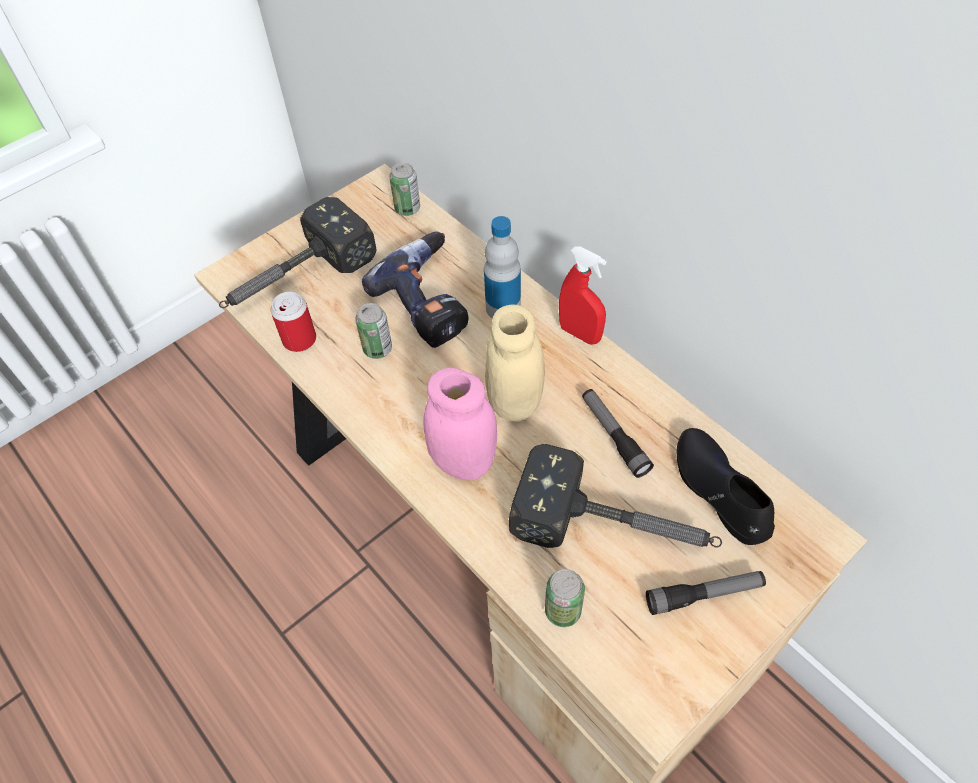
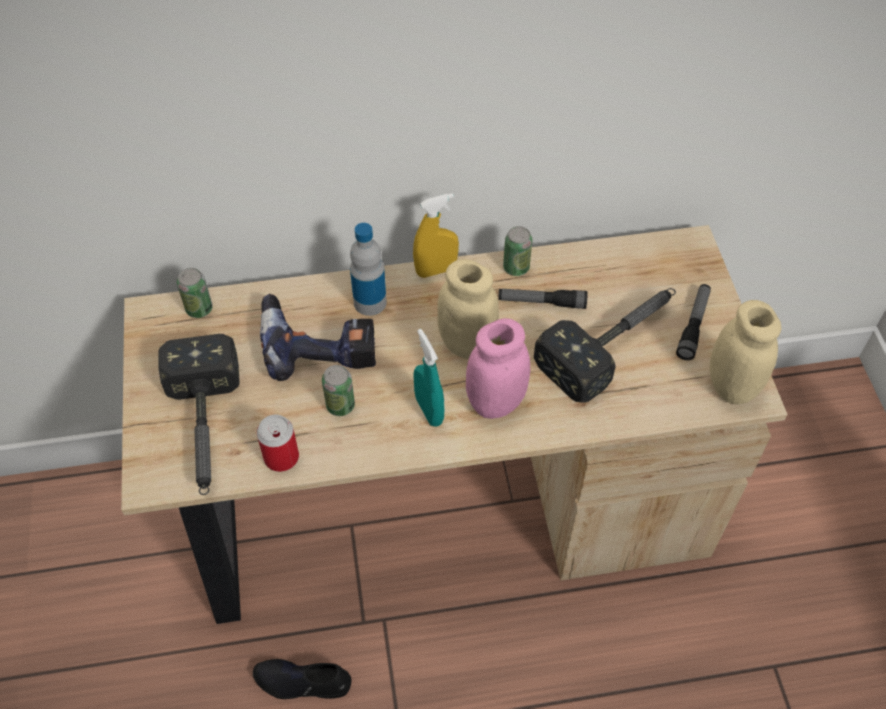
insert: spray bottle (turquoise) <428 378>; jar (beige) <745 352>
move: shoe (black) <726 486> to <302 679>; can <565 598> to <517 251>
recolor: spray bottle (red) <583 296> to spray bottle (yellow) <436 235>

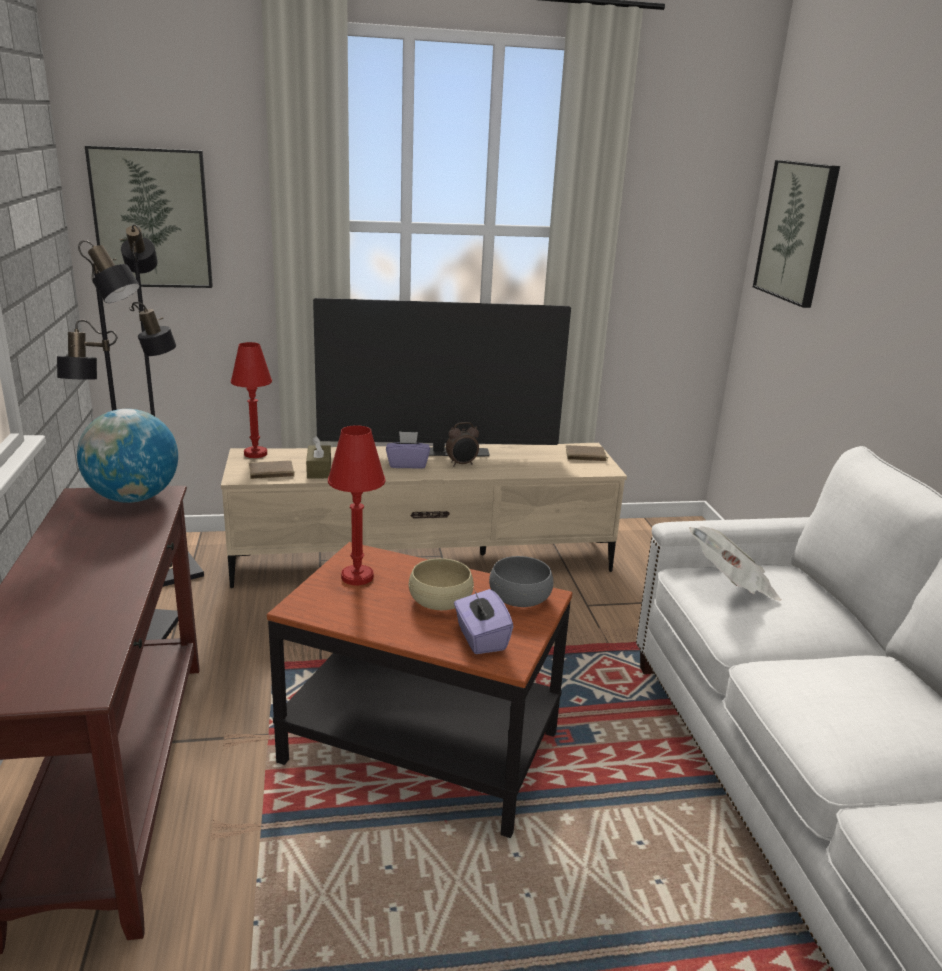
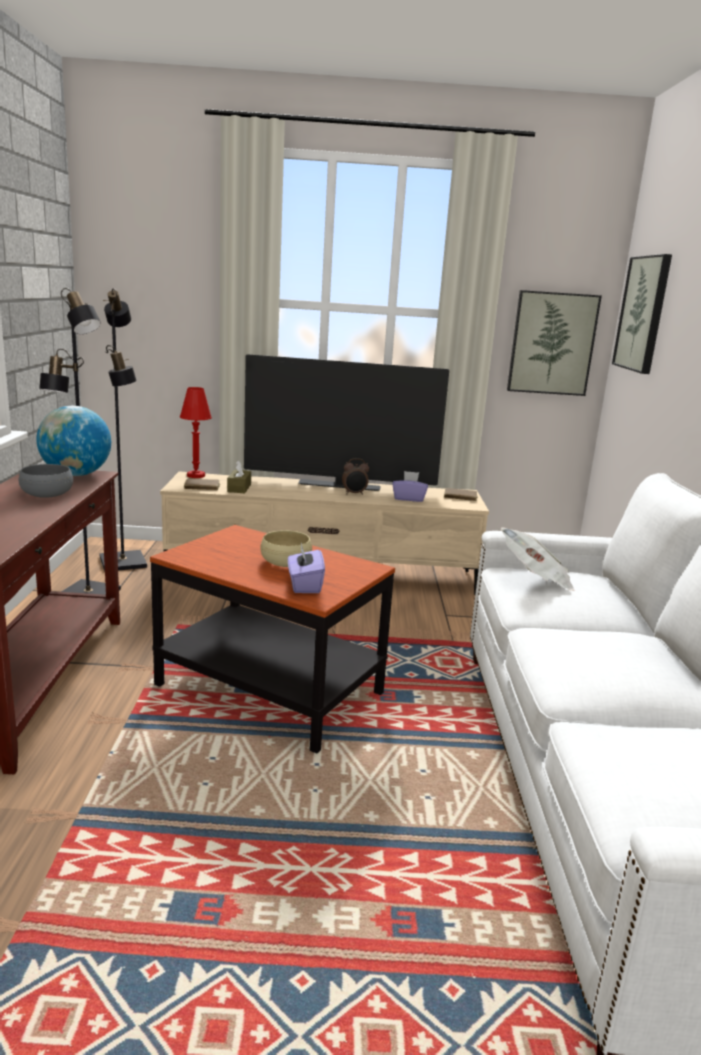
delete: table lamp (red) <357 505>
move: bowl (grey) <521 581> to <46 481>; tissue box (purple) <408 450> to <410 486>; picture <149 217> to <554 343>

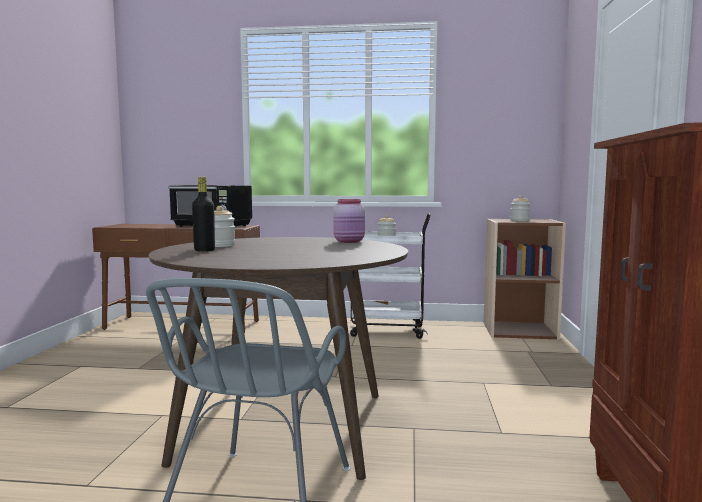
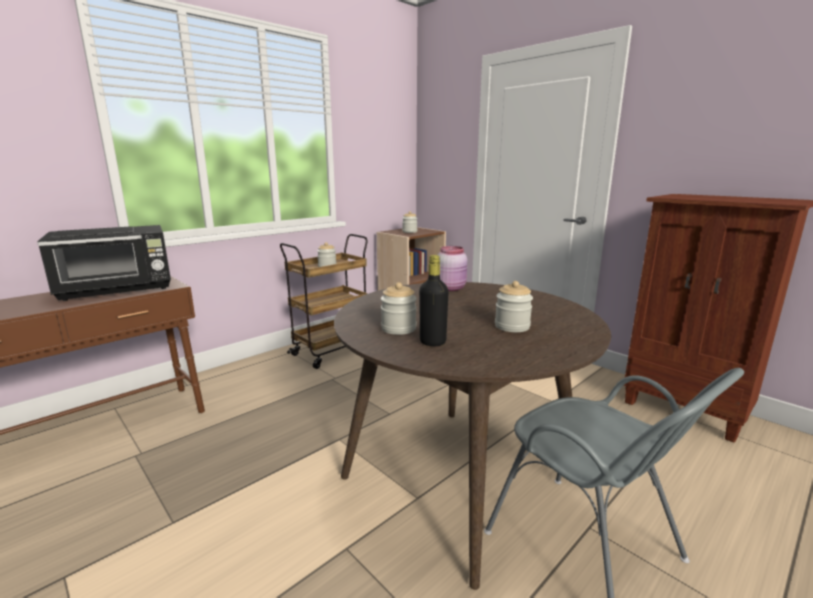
insert: jar <514 306>
recolor: cart (white) <390 276> to cart (brown) <324 301>

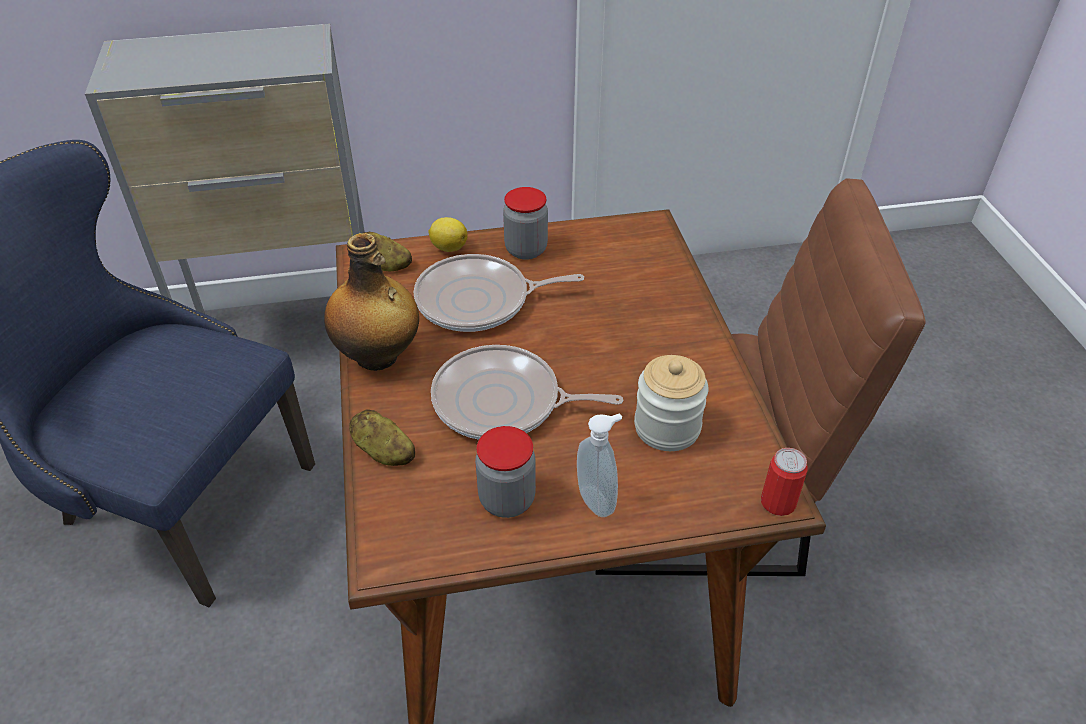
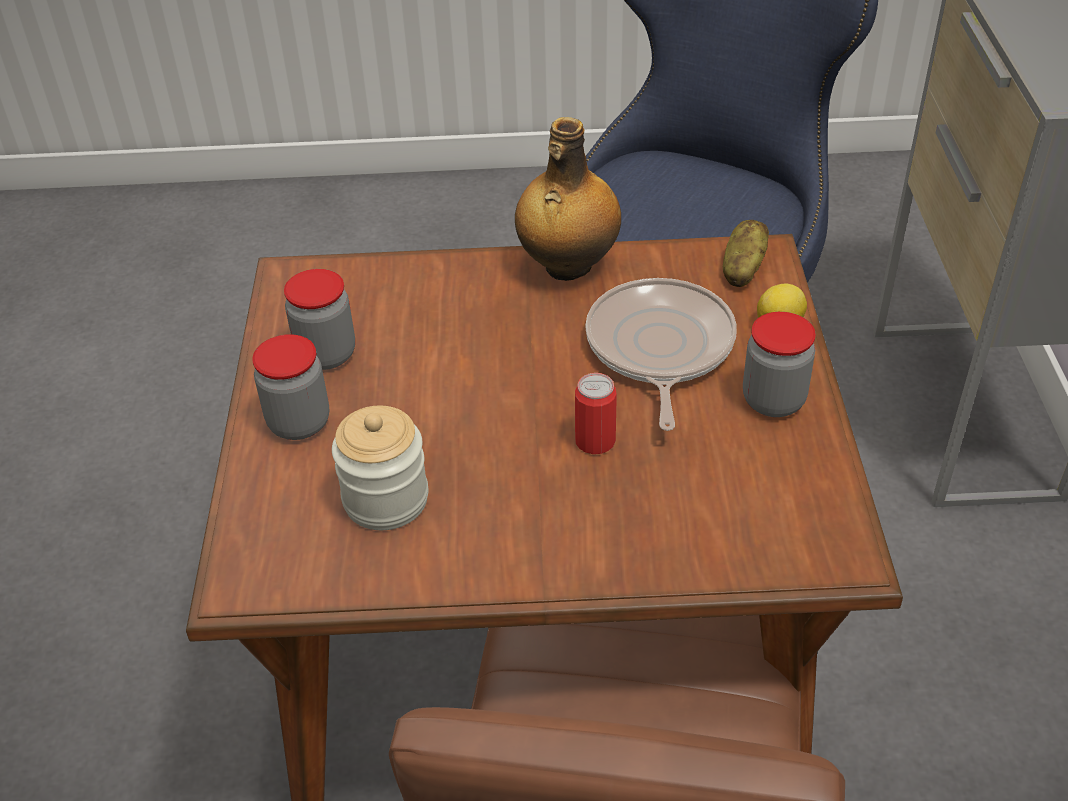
delete: potato <382 437>; frying pan <527 392>
move: can <784 482> to <596 413>
replace: soap dispenser <599 465> to jar <290 387>

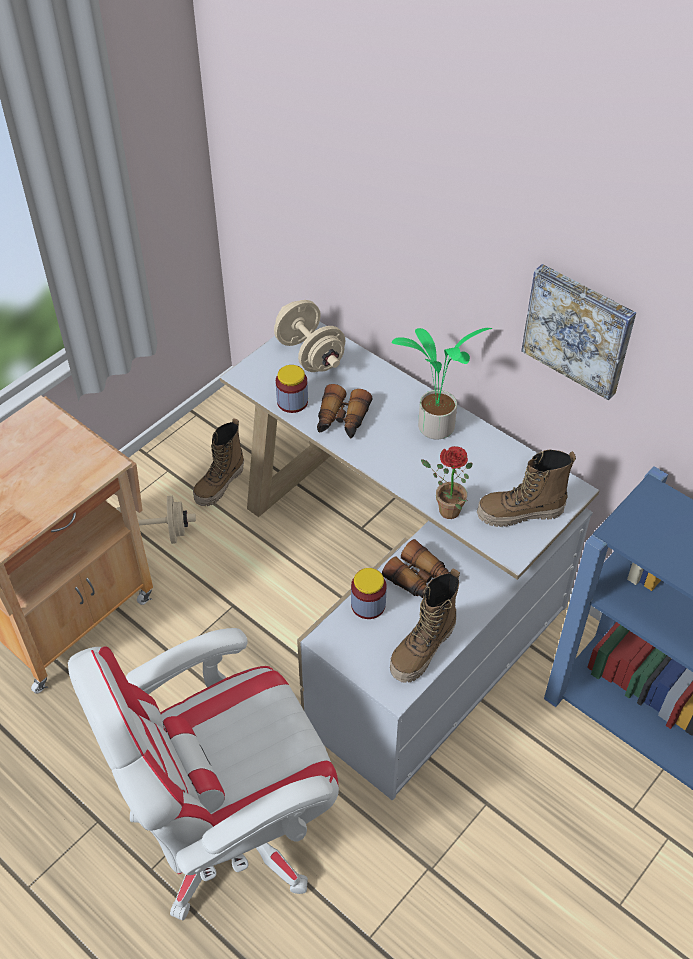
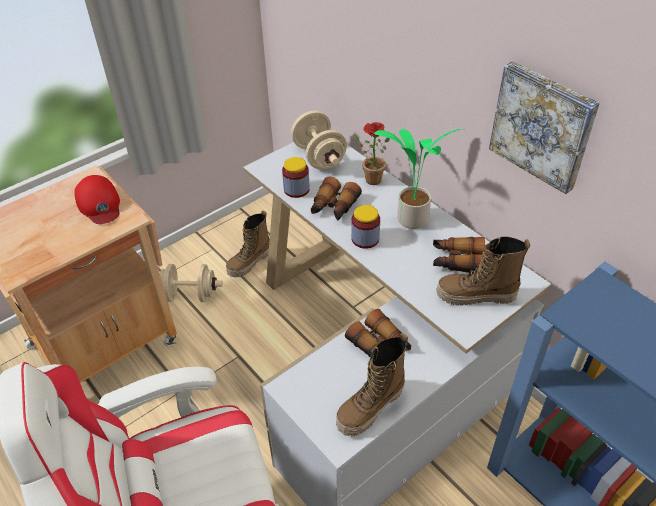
insert: cap (red) <97 199>; binoculars <459 255>
move: jar <369 593> to <365 227>; potted plant <446 482> to <371 153>

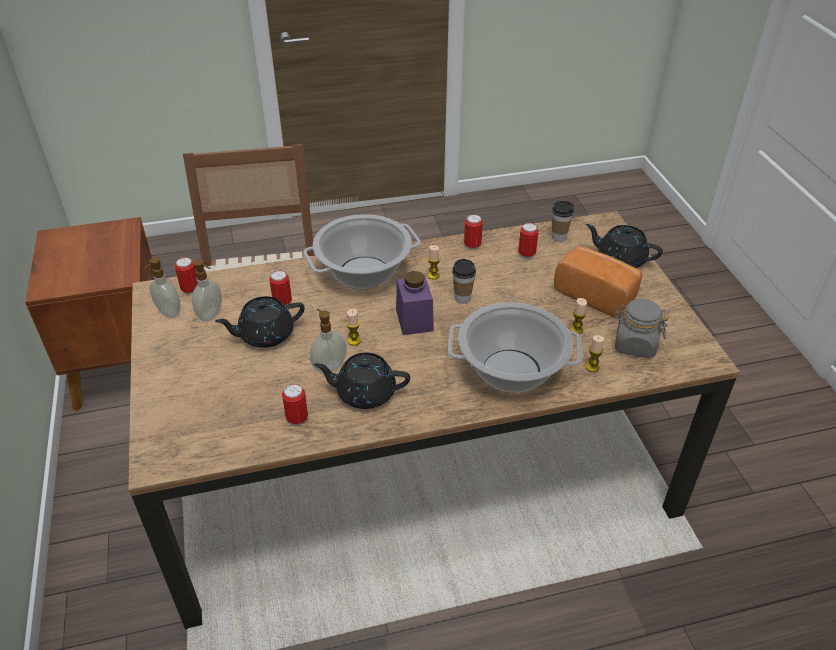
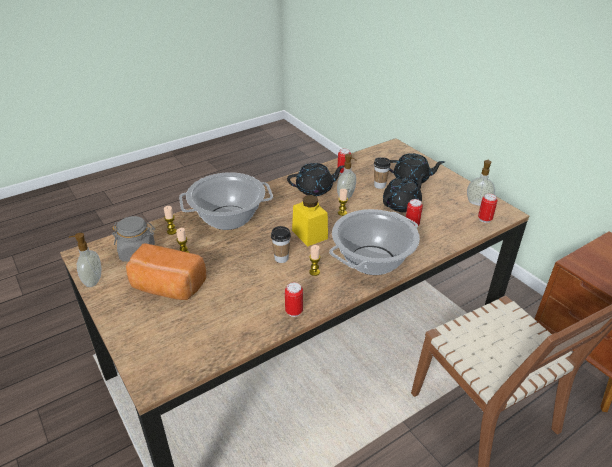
delete: can <528 241>
move: soap dispenser <207 290> to <85 260>; cup <563 221> to <382 173>; teapot (black) <624 246> to <417 168>
recolor: jar (purple) <415 303> to jar (yellow) <310 221>

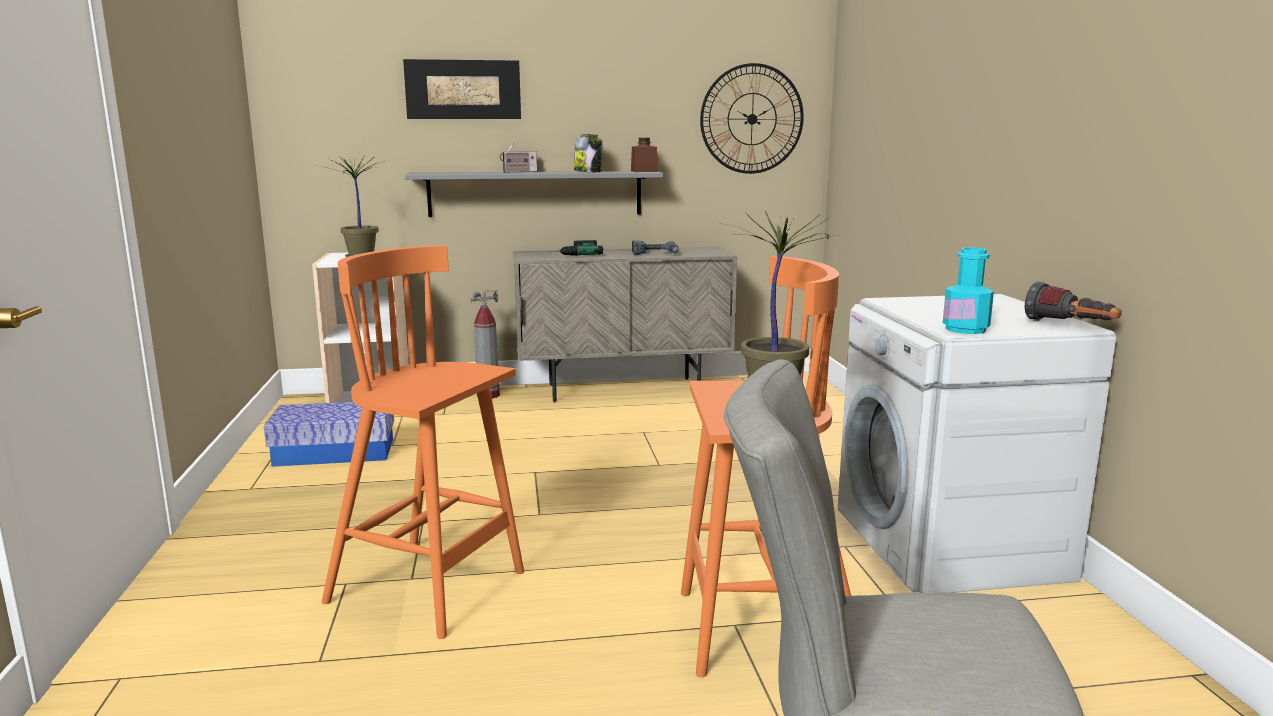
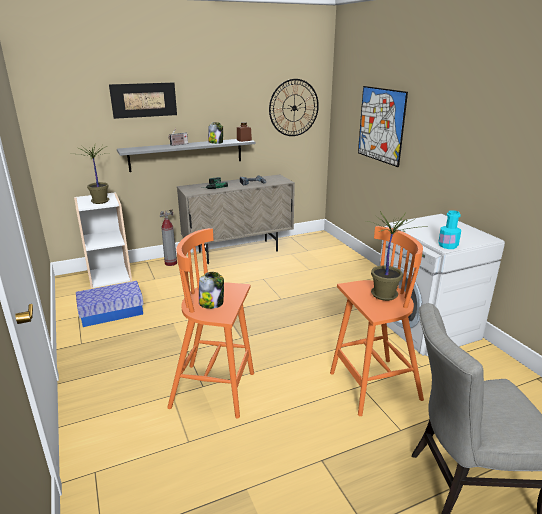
delete: flashlight <1073 301>
insert: jar <211 290>; picture <383 126>

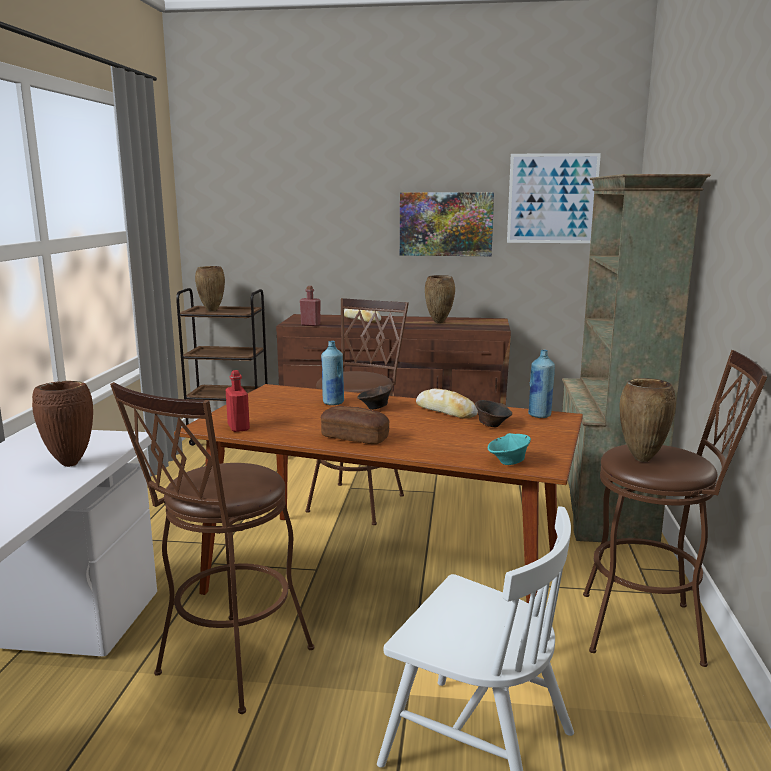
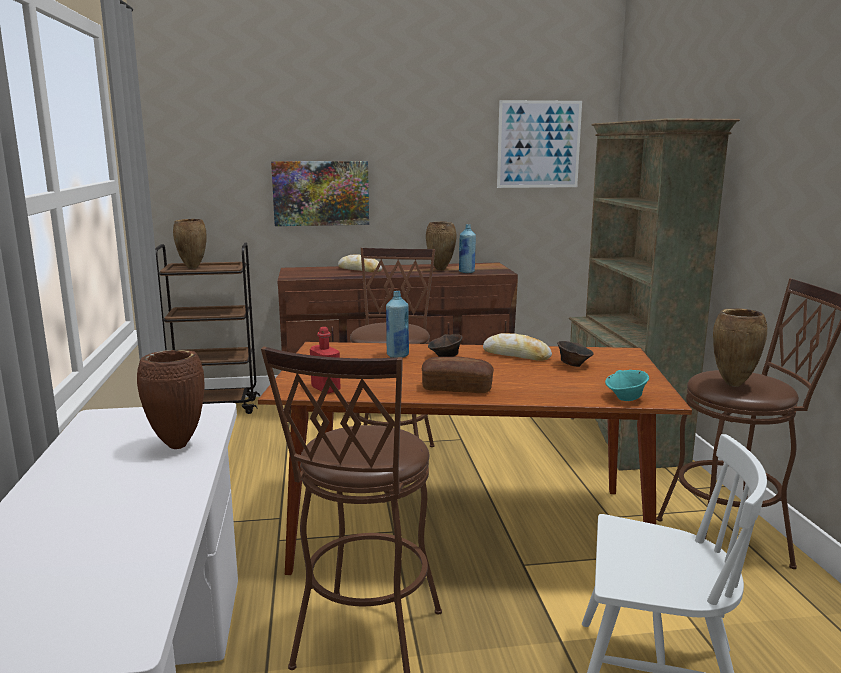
delete: bottle (red) <310 306>
move: picture <447 224> to <320 193>; bottle (blue) <541 384> to <467 248>

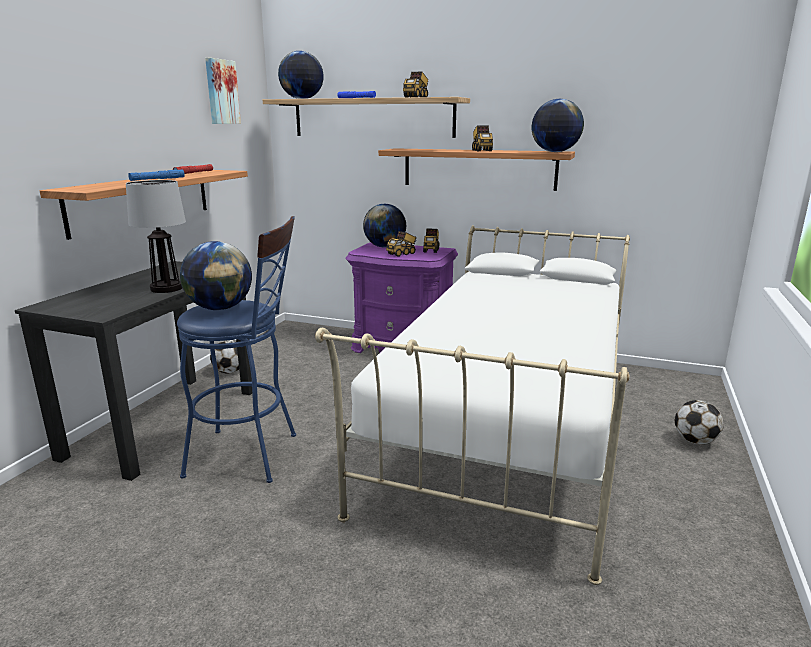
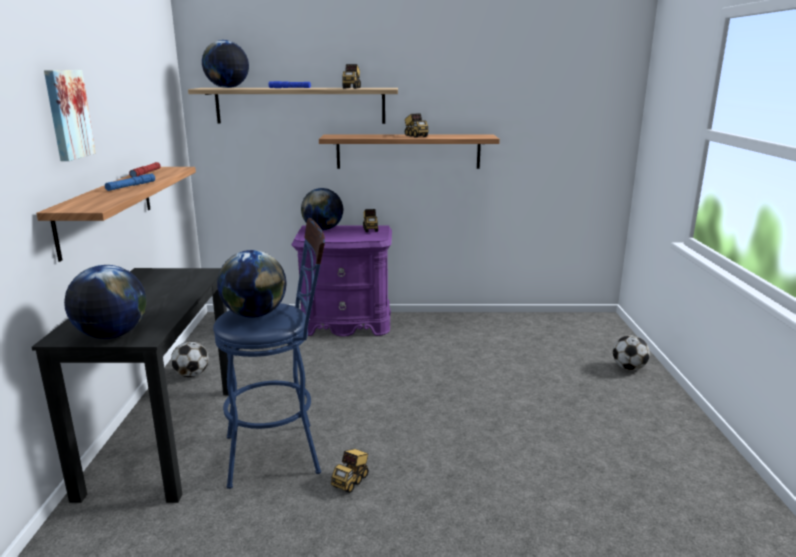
delete: table lamp <156 236>; bed (white) <472 405>
move: picture <223 91> to <70 115>; globe <558 125> to <105 302>; toy truck <401 244> to <350 471>

